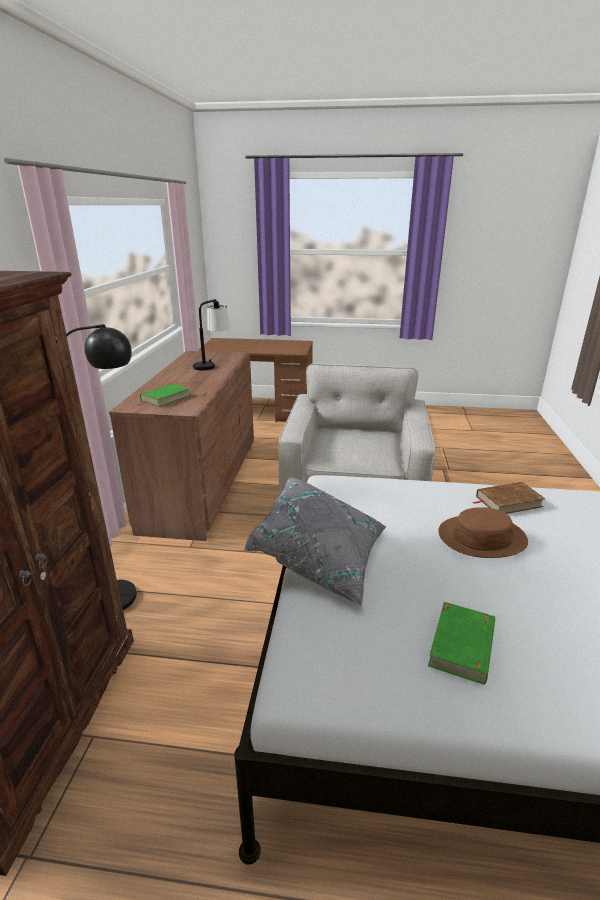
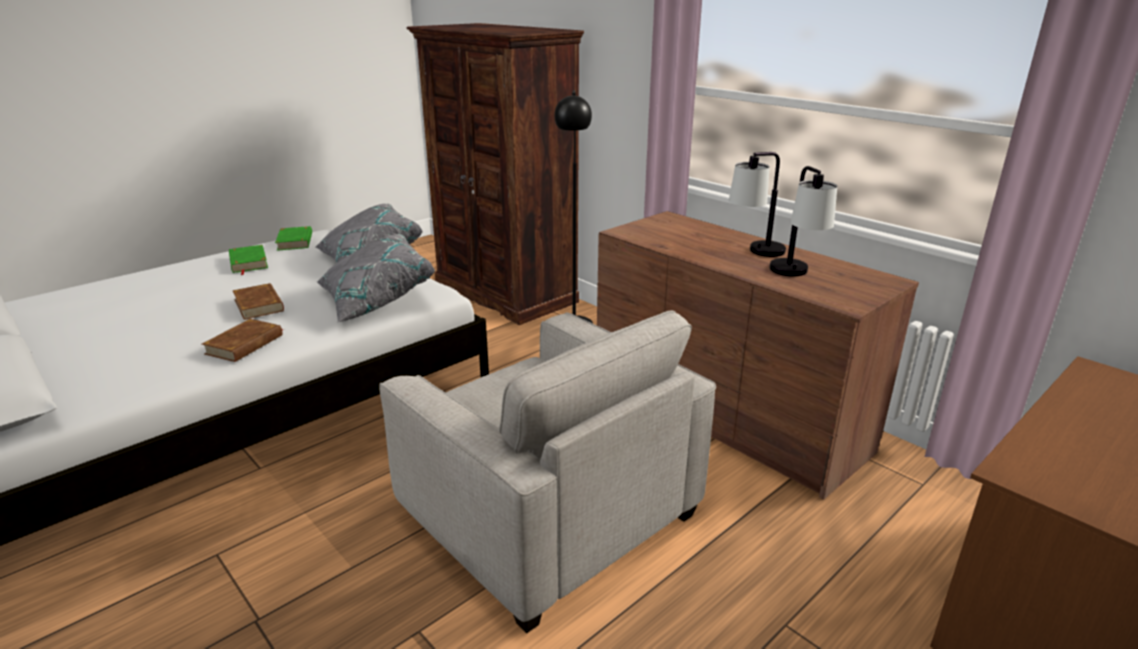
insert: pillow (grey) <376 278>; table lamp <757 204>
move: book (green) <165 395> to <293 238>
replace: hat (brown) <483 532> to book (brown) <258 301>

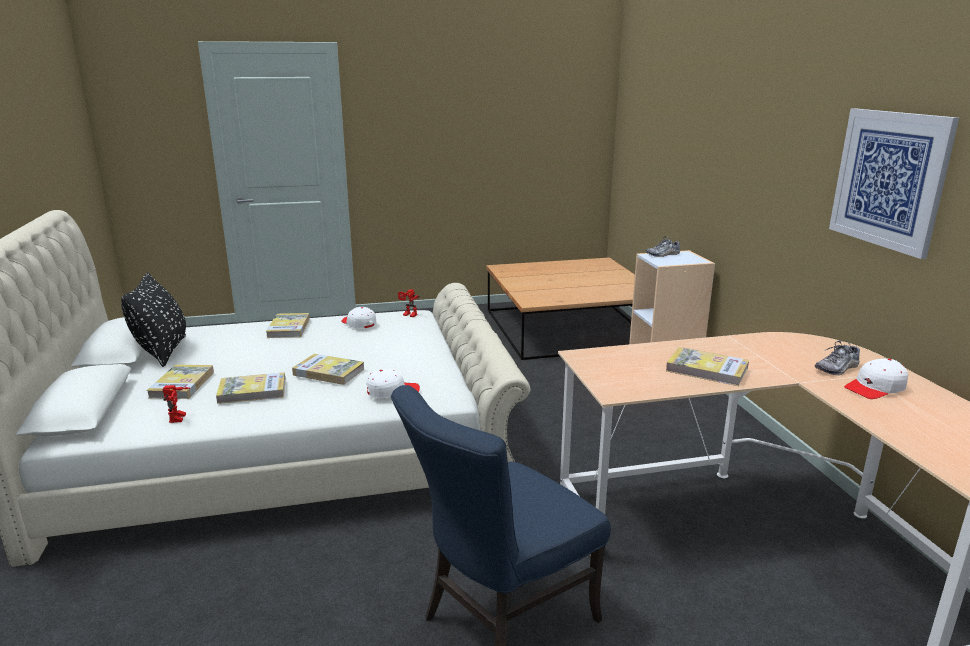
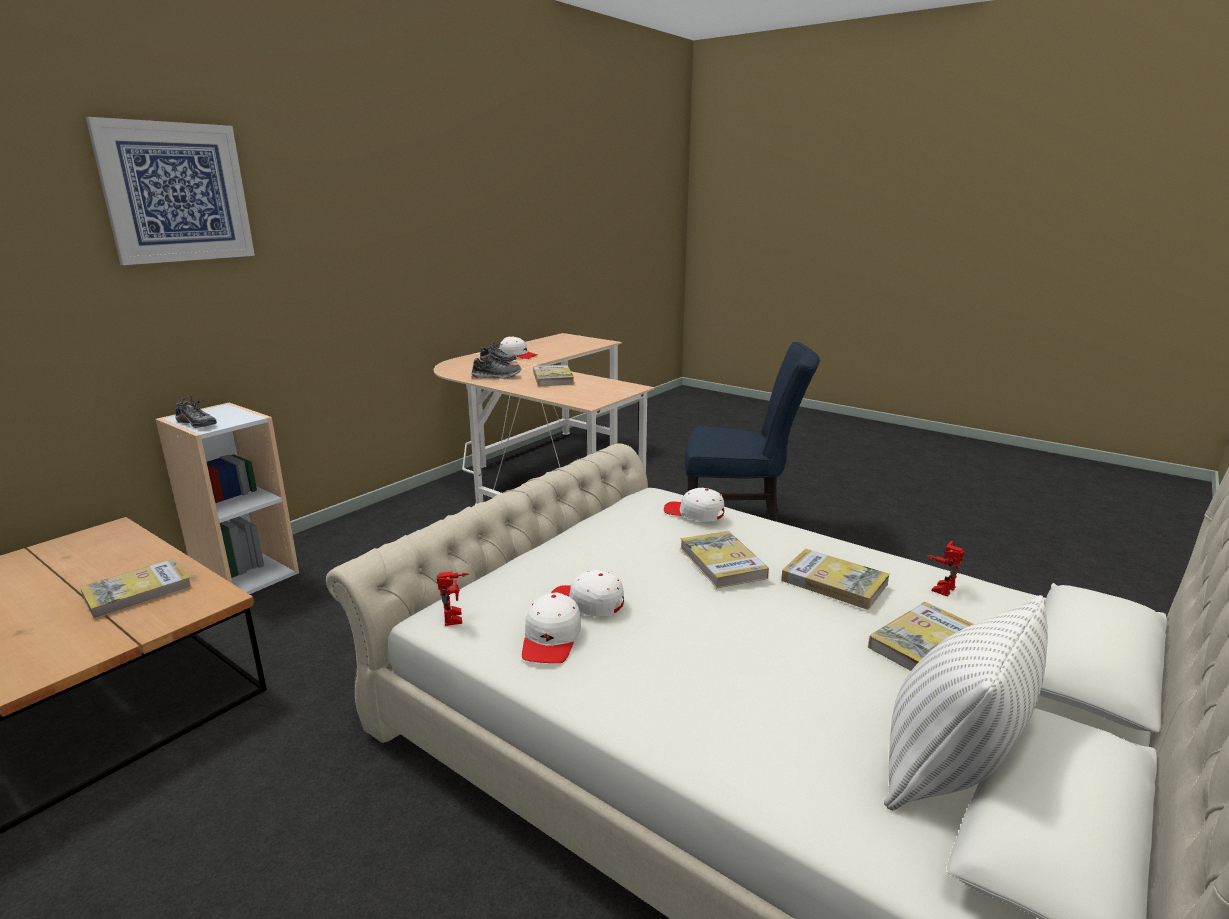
insert: shoe <496 367>; cap (white) <587 593>
move: book <288 325> to <136 589>; picture <894 184> to <170 191>
recolor: pillow (black) <153 320> to pillow (white) <966 703>

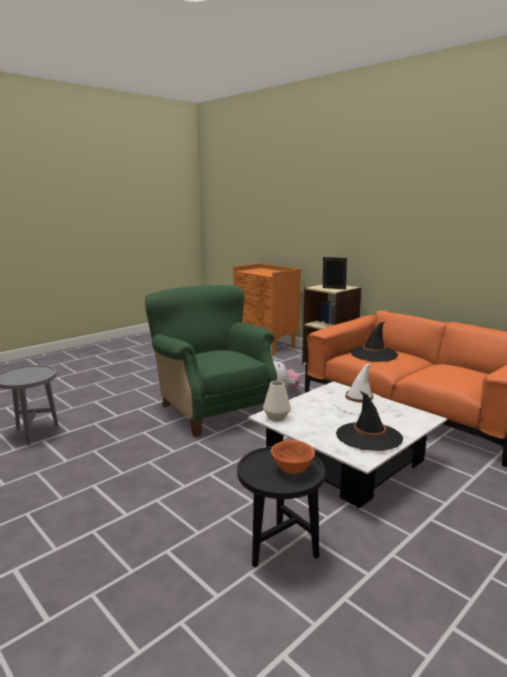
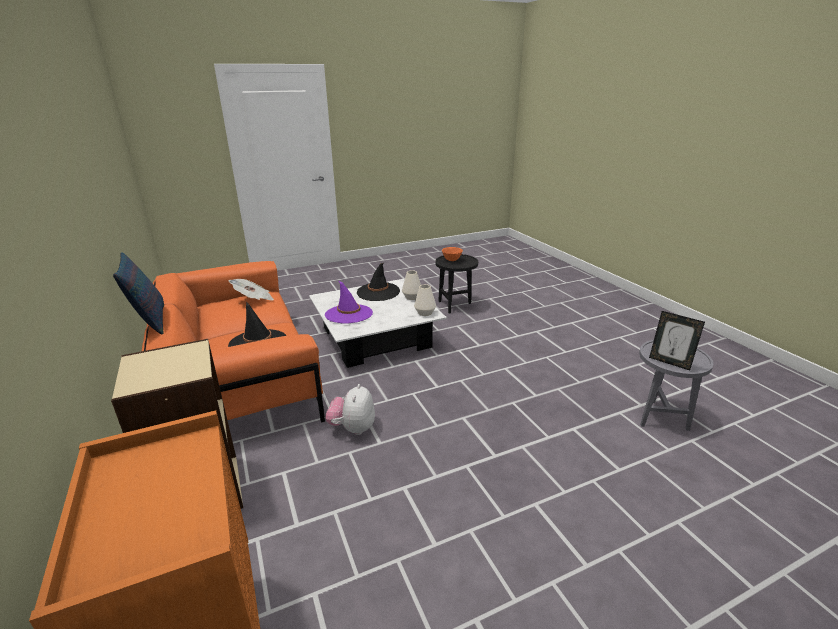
delete: armchair (green) <210 361>
insert: pillow (blue) <138 293>; newspaper <251 289>; vase (white) <411 285>
move: picture frame <335 273> to <677 340>
recolor: hat (white) <359 389> to hat (purple) <349 302>

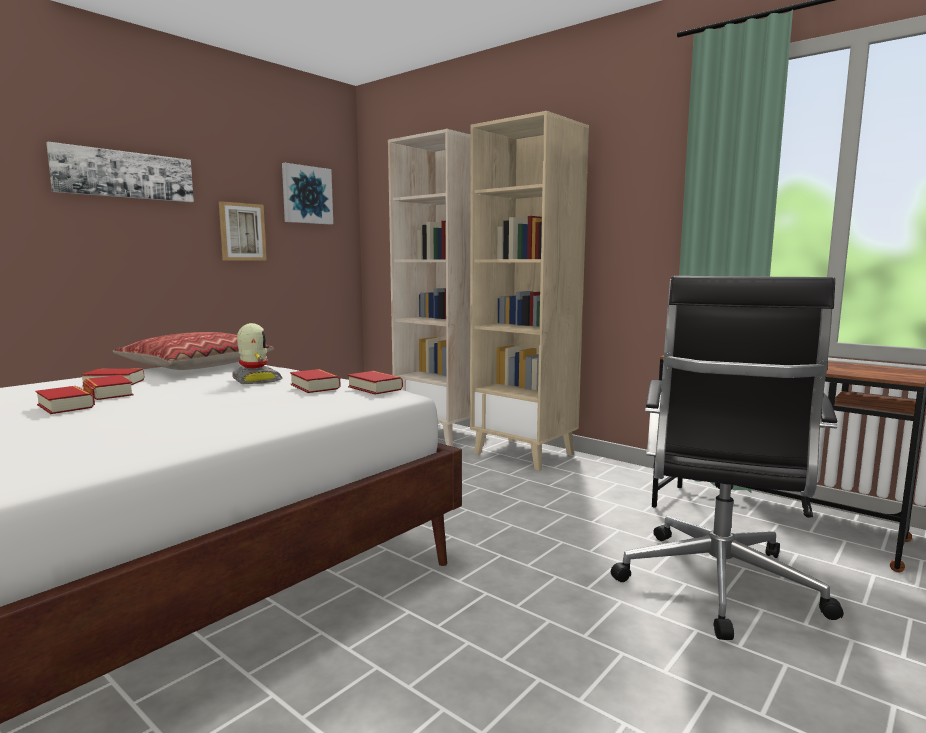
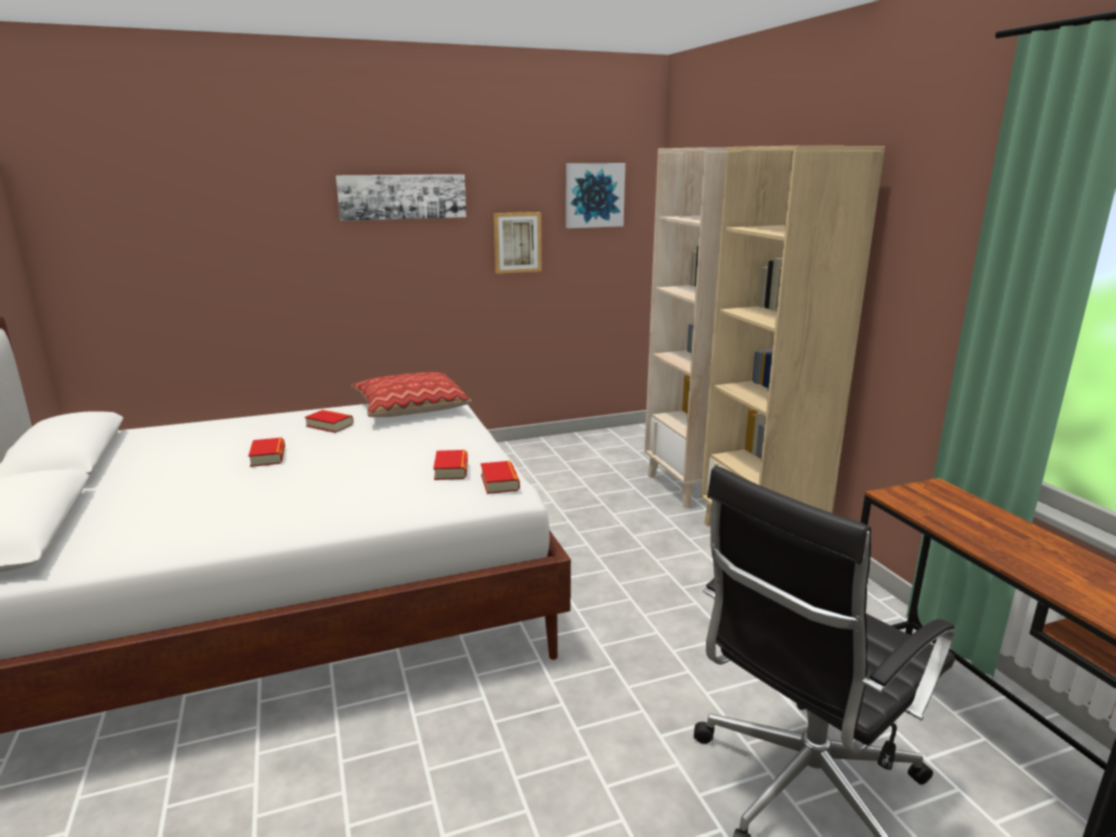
delete: book <108 387>; toy robot <257 353>

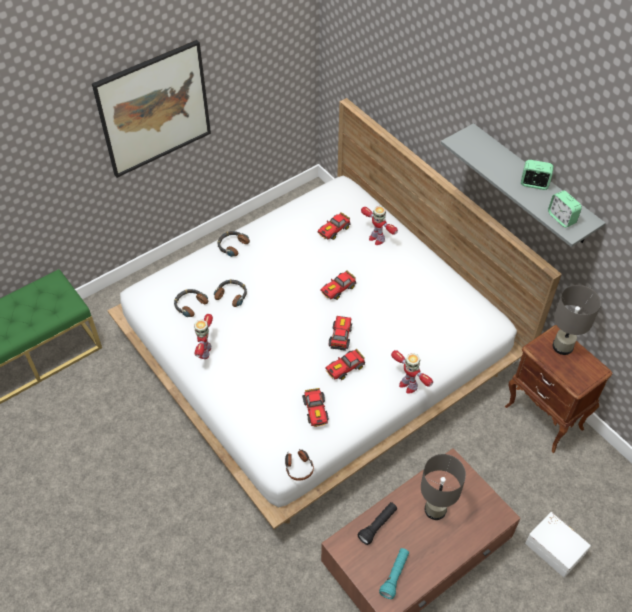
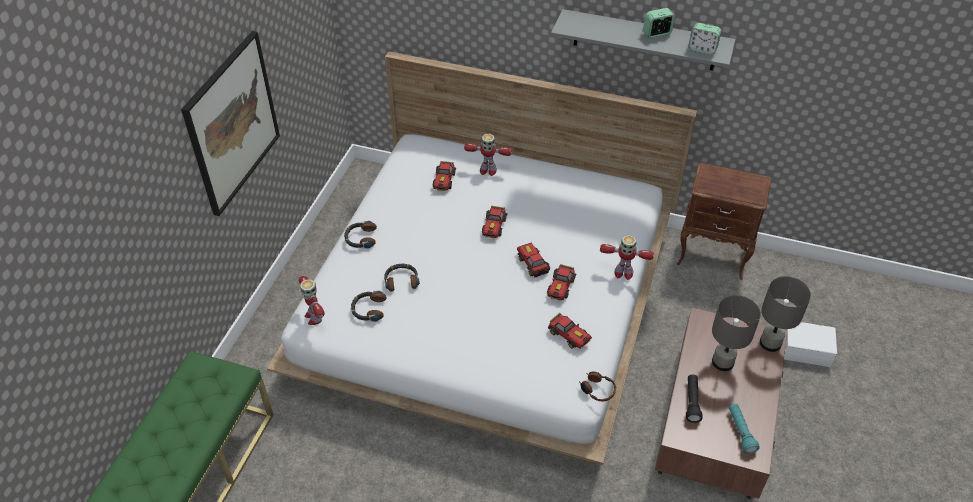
move: toy robot <203 336> to <311 300>; table lamp (grey) <577 320> to <785 314>

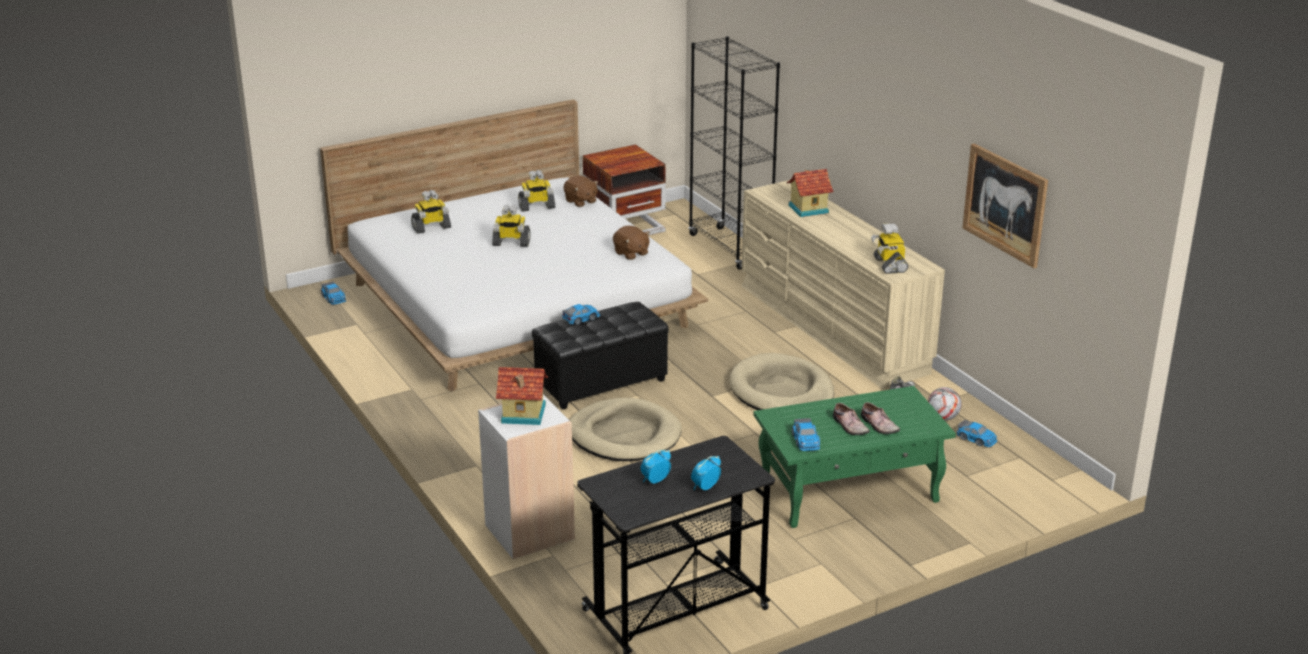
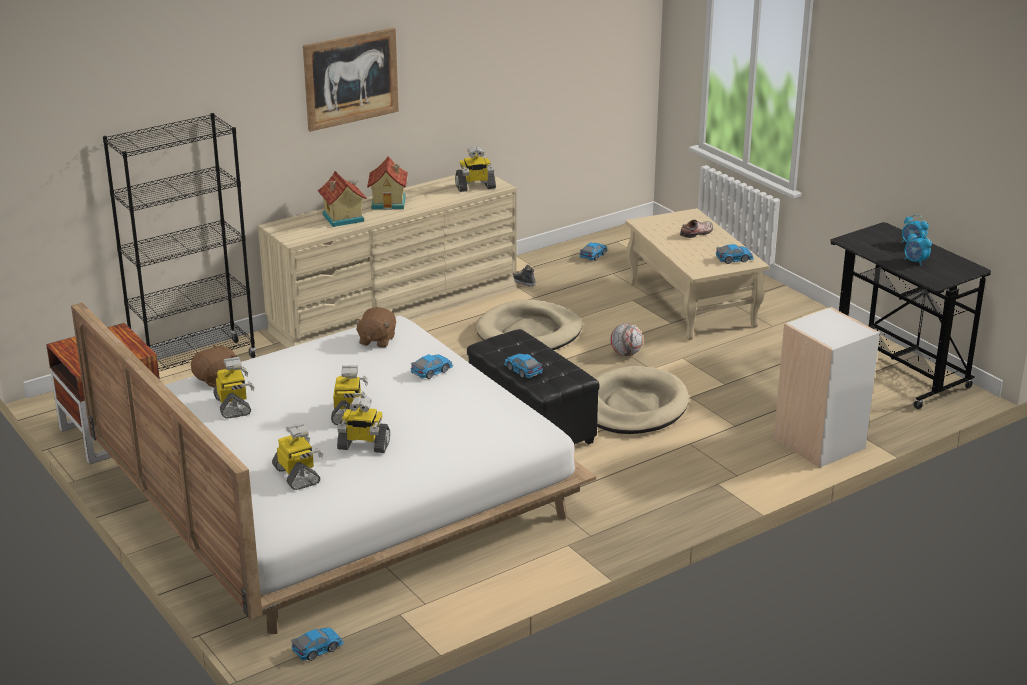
delete: shoe <851 419>
insert: toy robot <363 424>; toy car <432 366>
move: picture <1005 206> to <351 80>; toy house <522 396> to <387 183>; football <945 404> to <626 340>
recolor: coffee table (green) <854 457> to coffee table (beige) <697 274>
rotate: plush toy (brown) <631 242> = <375 327> 150 degrees clockwise

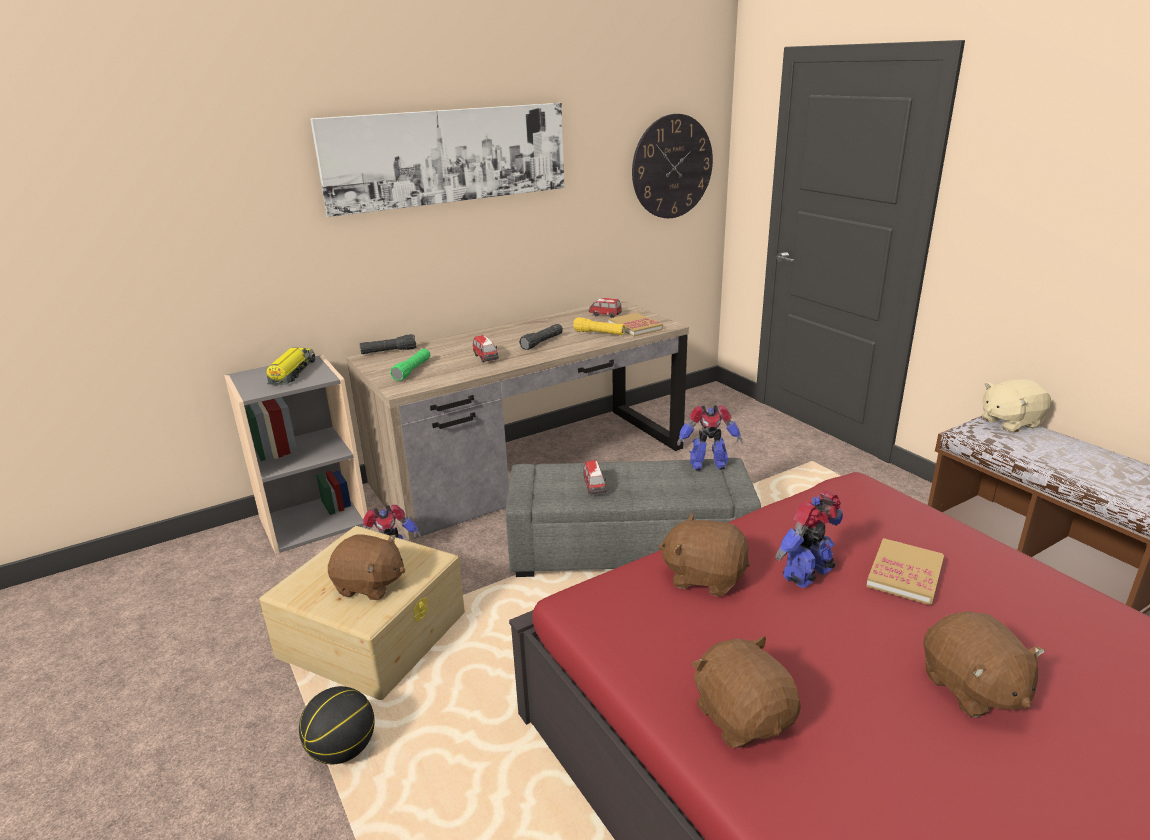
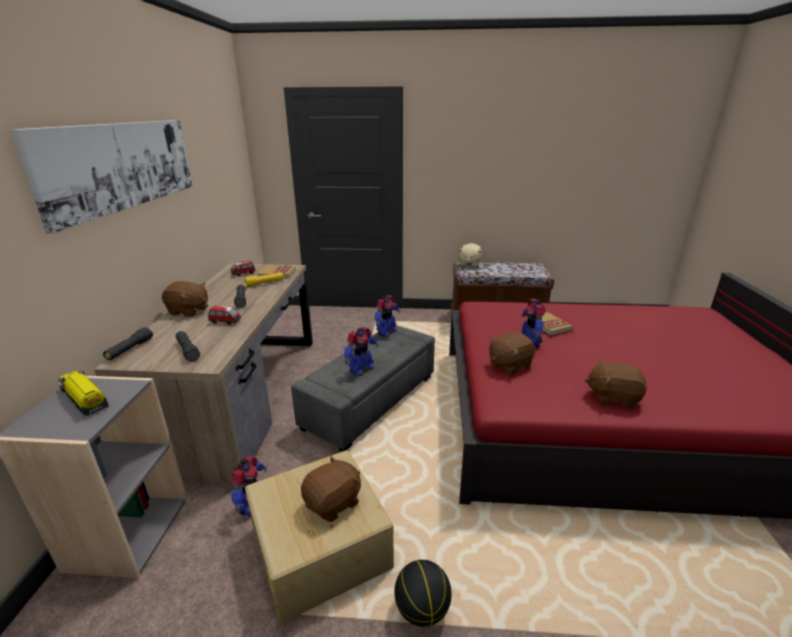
delete: wall clock <672 166>
move: plush toy (brown) <984 664> to <185 299>
replace: toy car <594 477> to toy robot <361 351>
recolor: flashlight (green) <410 365> to flashlight (black) <188 346>

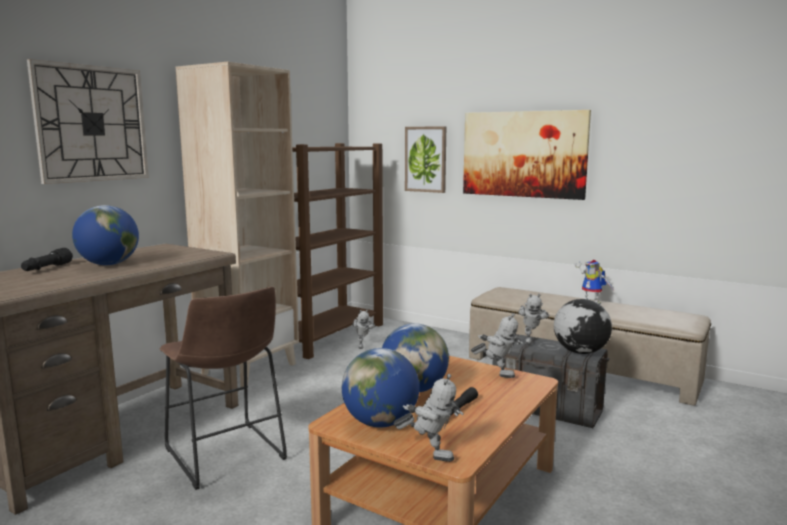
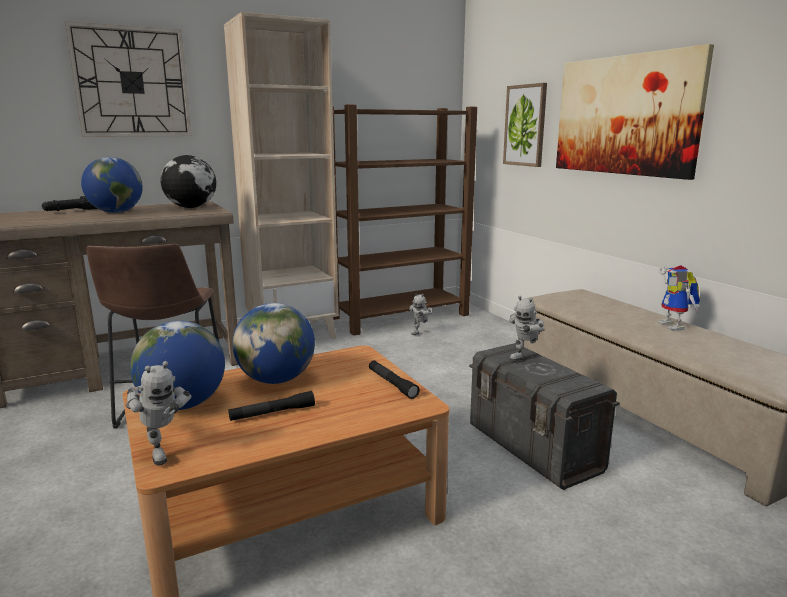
move: globe <583 326> to <188 181>
replace: toy robot <497 345> to flashlight (black) <394 380>

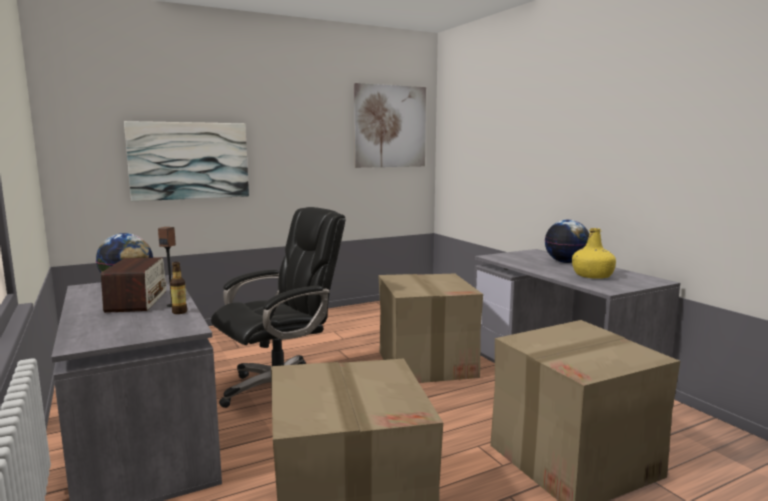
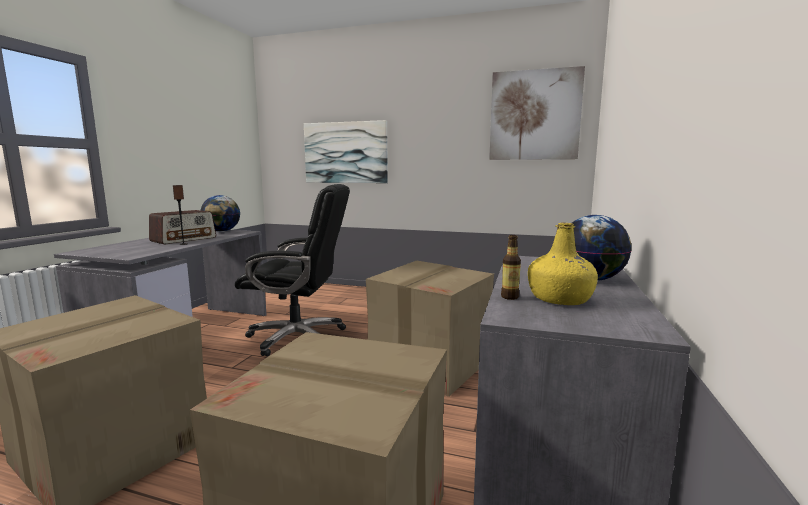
move: bottle <178 288> to <511 267>

